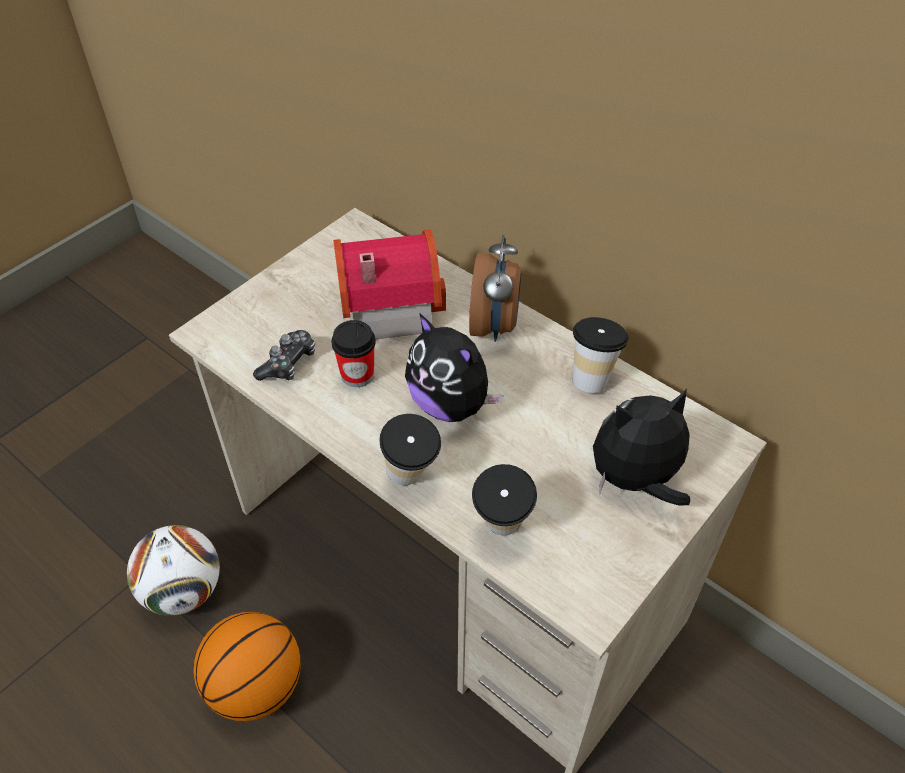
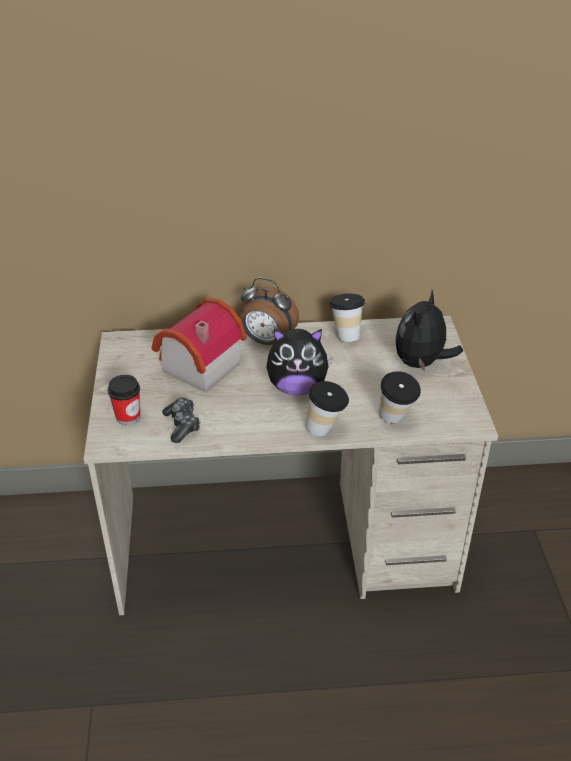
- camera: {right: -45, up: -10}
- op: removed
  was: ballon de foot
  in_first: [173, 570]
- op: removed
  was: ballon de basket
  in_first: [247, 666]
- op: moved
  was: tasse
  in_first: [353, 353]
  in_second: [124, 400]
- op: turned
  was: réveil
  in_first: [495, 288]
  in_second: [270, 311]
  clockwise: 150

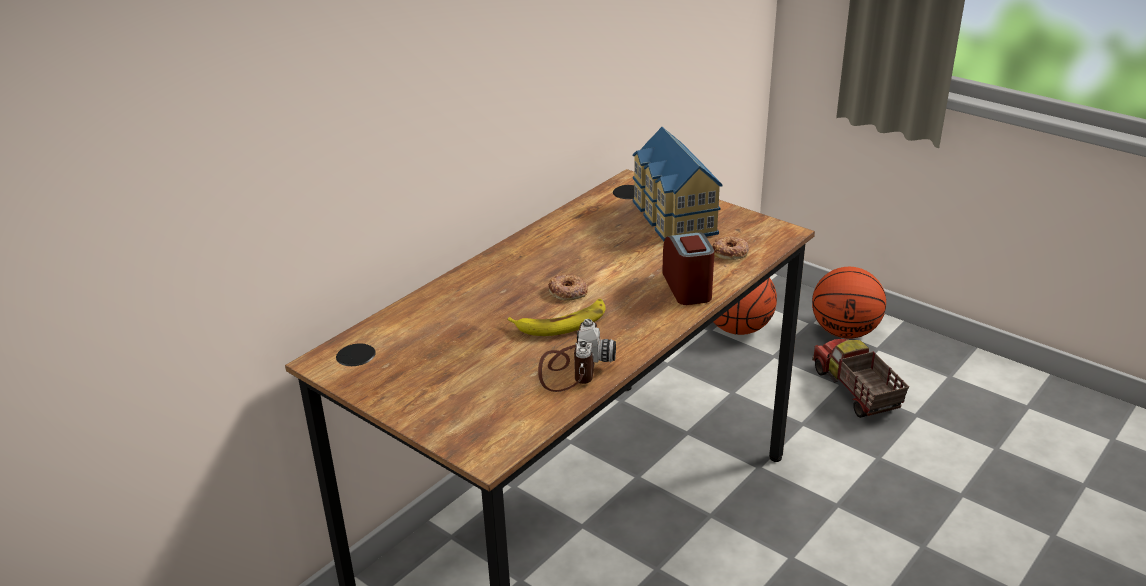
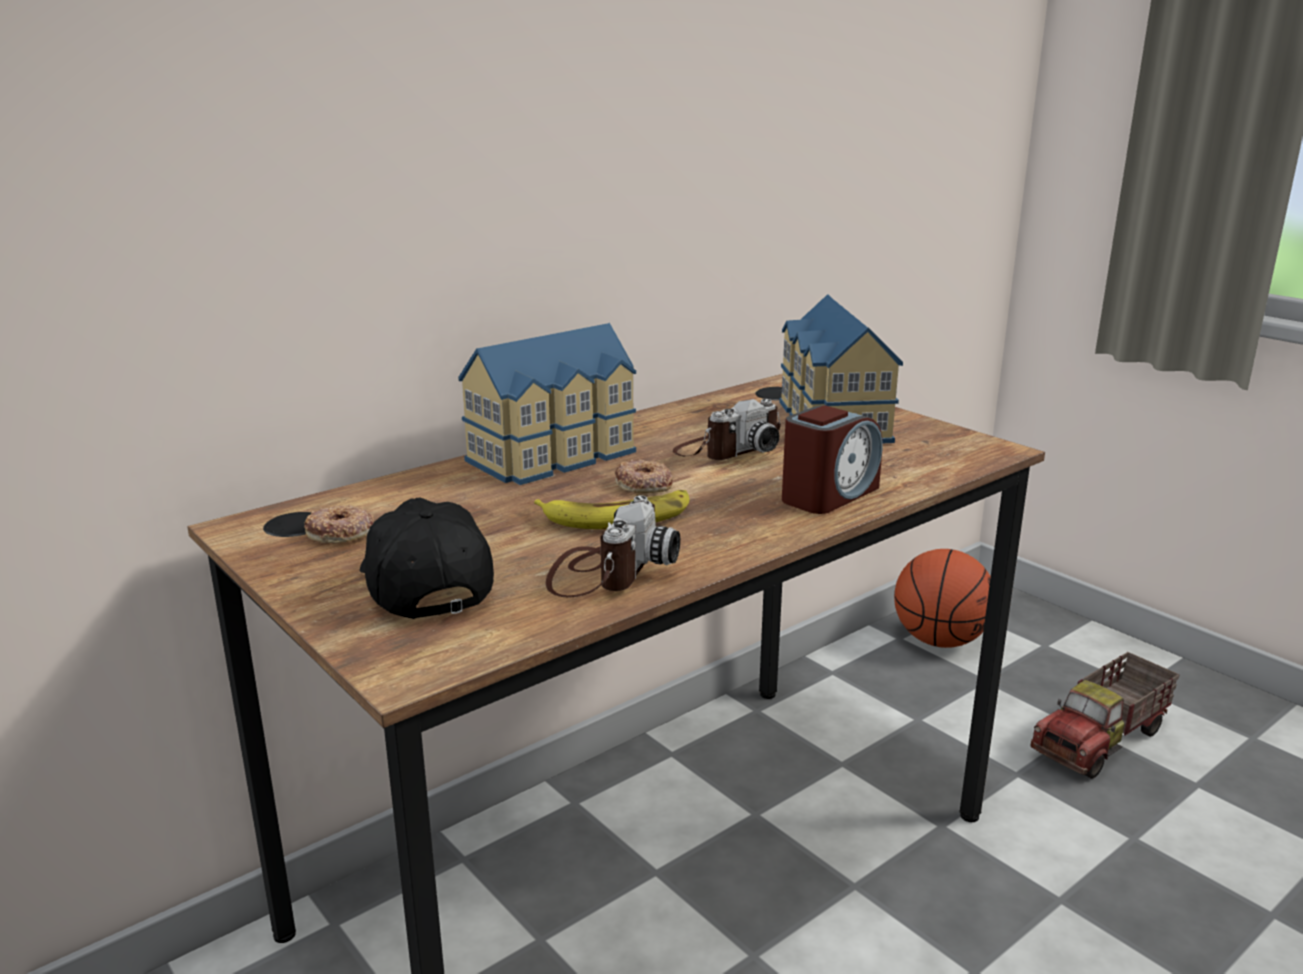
- camera: {right: 10, up: -10}
- op: removed
  was: ballon de basket
  in_first: [849, 303]
- op: added
  now: casquette (noir)
  in_second: [427, 558]
- op: added
  now: maison miniature
  in_second: [547, 404]
- op: added
  now: appareil photo
  in_second: [726, 429]
- op: moved
  was: beignet
  in_first: [730, 248]
  in_second: [339, 524]
- op: turned
  was: réveil
  in_first: [688, 268]
  in_second: [832, 459]
  clockwise: 45
- op: turned
  was: camion jouet
  in_first: [860, 378]
  in_second: [1105, 715]
  clockwise: -120

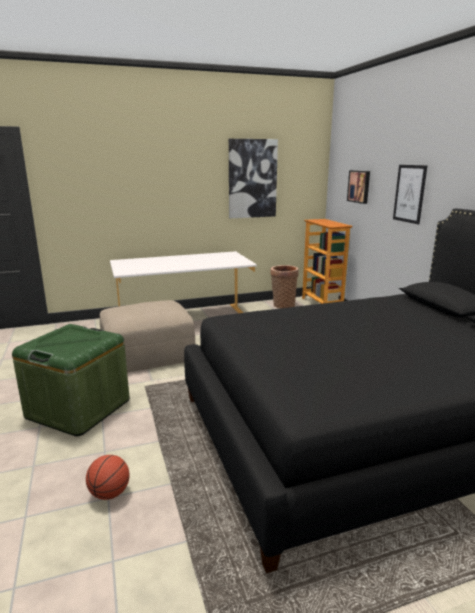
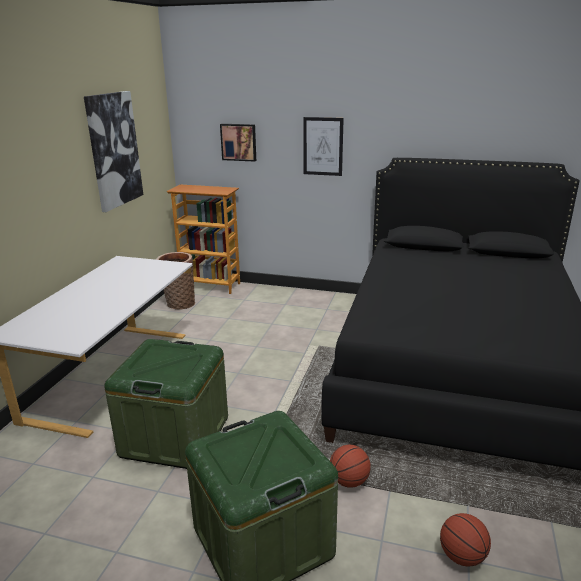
- camera: {right: -55, up: 5}
- op: added
  now: ballon de basket
  in_second: [350, 466]
- op: replaced
  was: pouf (beige)
  now: boîte de rangement (vert)
  in_first: [148, 336]
  in_second: [166, 404]

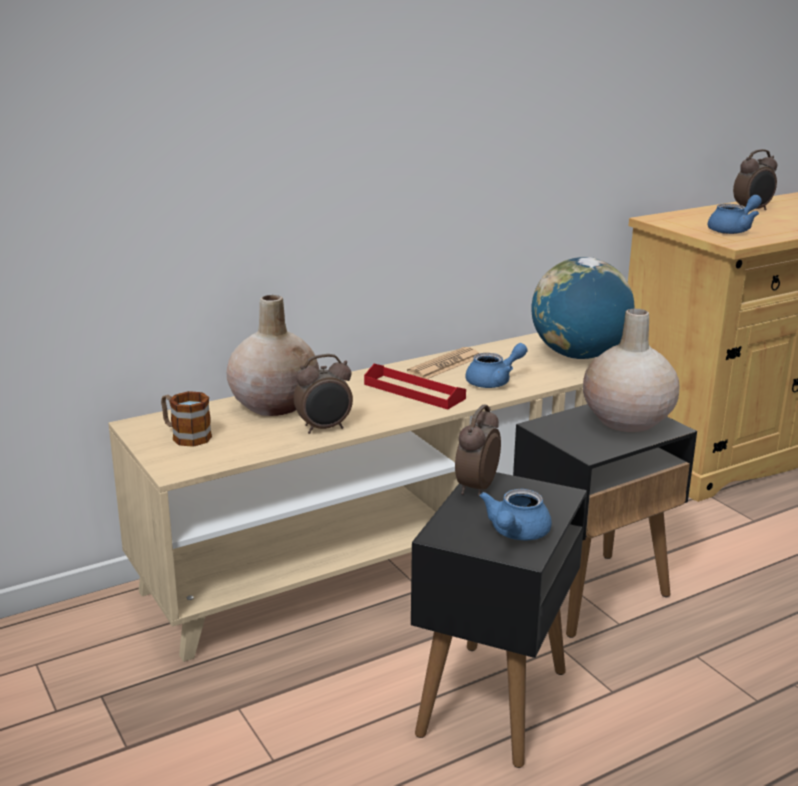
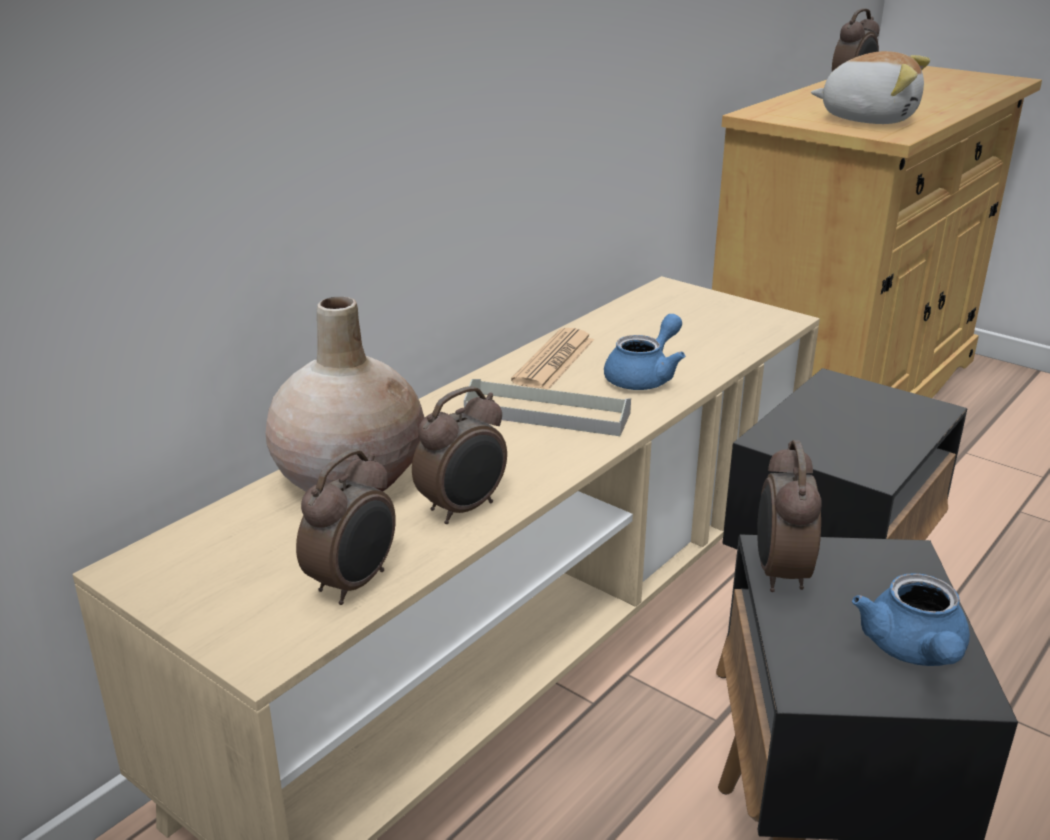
- camera: {right: -20, up: 5}
- op: removed
  was: mug
  in_first: [186, 419]
- op: removed
  was: globe
  in_first: [583, 308]
- op: removed
  was: vase (beige)
  in_first: [631, 370]
- op: added
  now: réveil
  in_second: [346, 527]
- op: replaced
  was: théière (bleu)
  now: peluche
  in_first: [735, 214]
  in_second: [870, 87]
- op: recoloured
  was: plateau (rouge)
  now: plateau (gris)
  in_first: [415, 387]
  in_second: [547, 407]

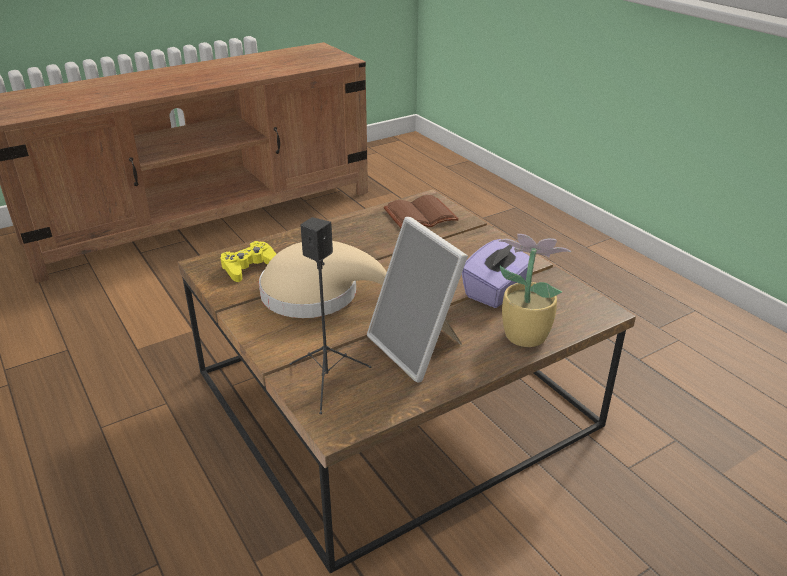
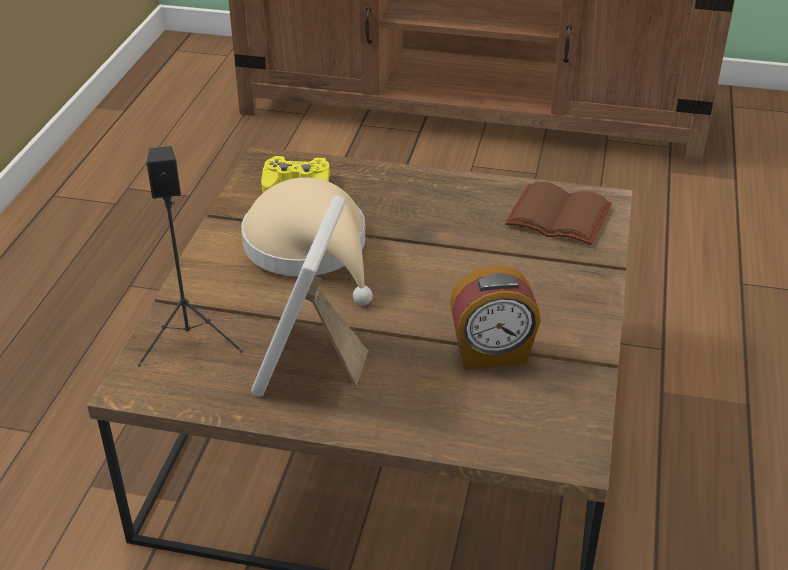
- camera: {right: 45, up: 5}
- op: removed
  was: plante en pot
  in_first: [534, 290]
- op: replaced
  was: boîte à mouchoirs (violet)
  now: réveil
  in_first: [498, 273]
  in_second: [495, 317]

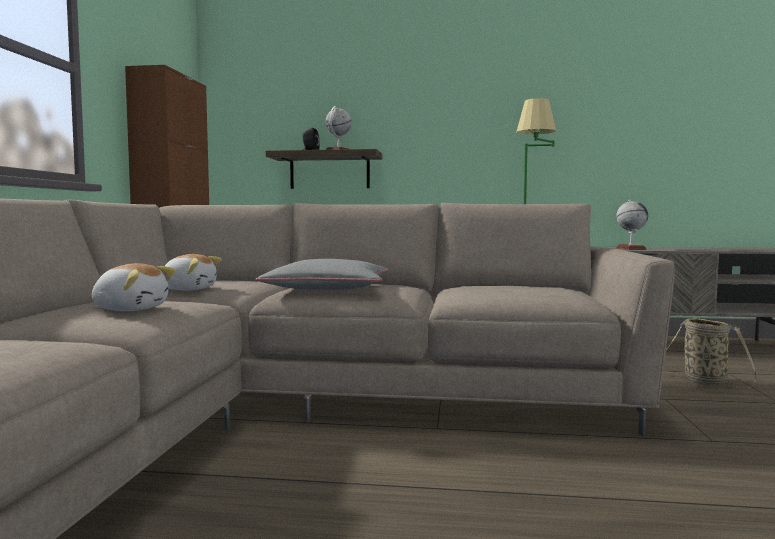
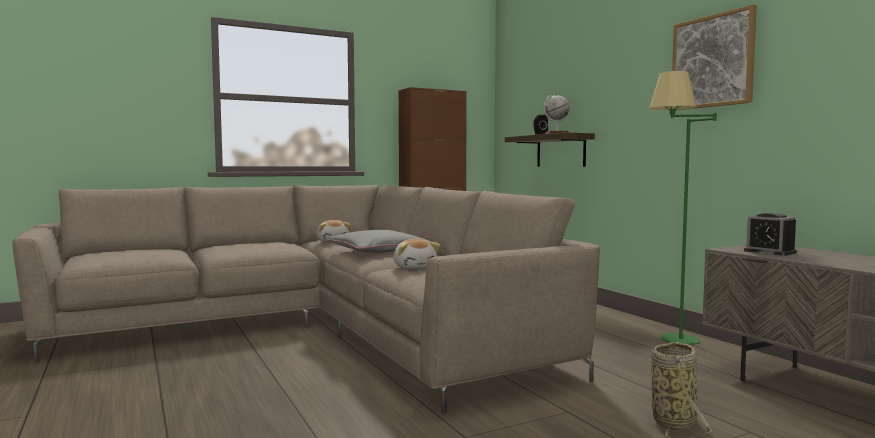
- camera: {right: 55, up: 0}
- op: added
  now: tableau
  in_second: [714, 58]
- op: moved
  was: peluche
  in_first: [133, 287]
  in_second: [417, 254]
- op: replaced
  was: globe
  now: réveil
  in_first: [632, 225]
  in_second: [770, 234]

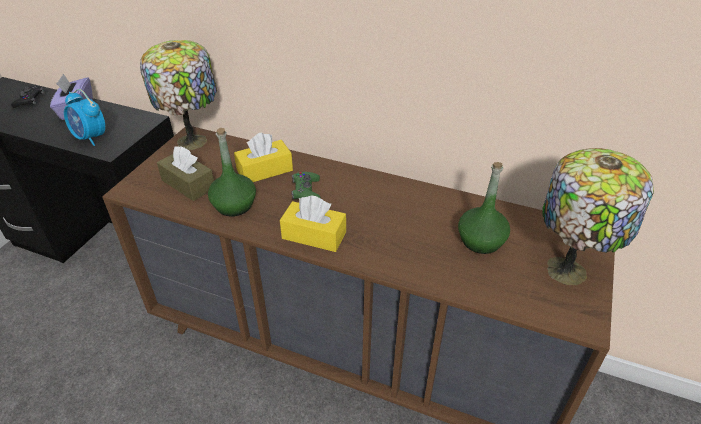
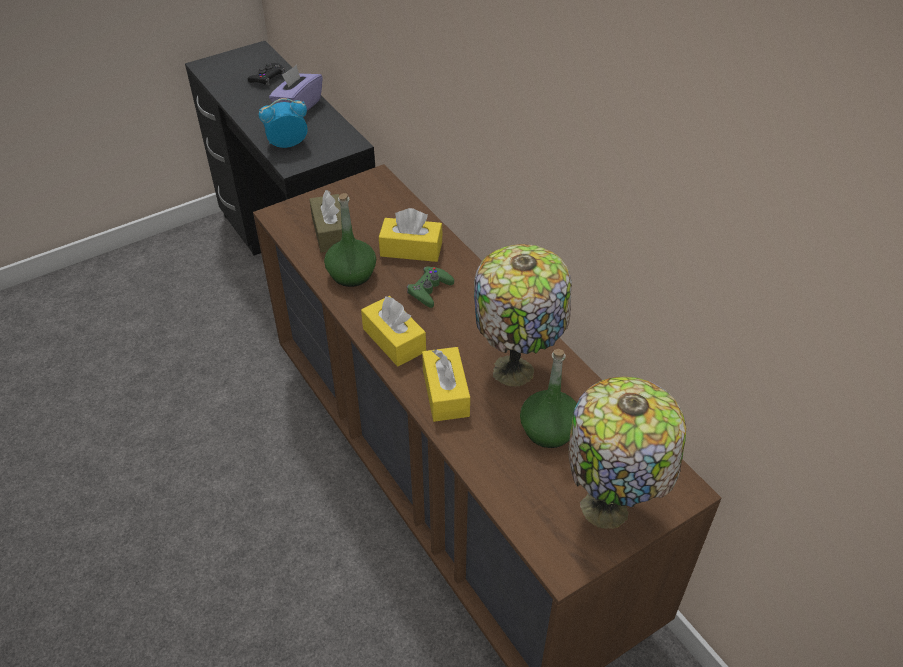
- camera: {right: 35, up: 5}
- op: added
  now: boîte à mouchoirs (jaune)
  in_second: [446, 384]
- op: moved
  was: lampe de table
  in_first: [178, 95]
  in_second: [523, 315]
- op: turned
  was: réveil
  in_first: [84, 117]
  in_second: [283, 123]
  clockwise: 90

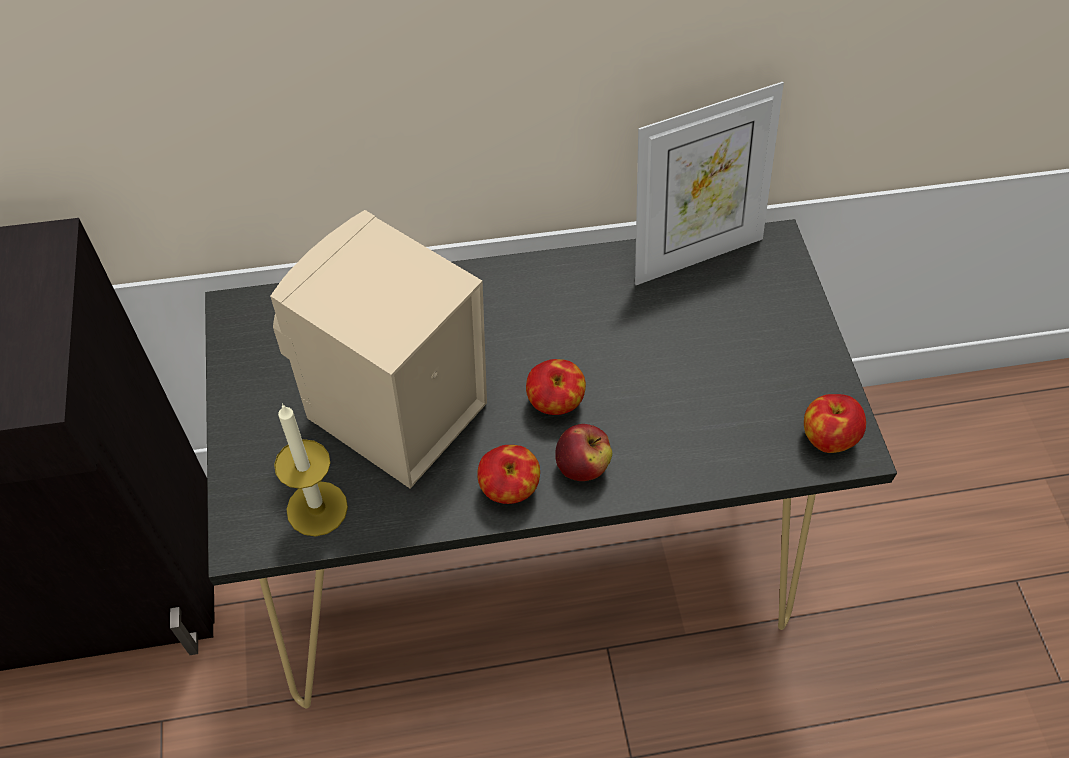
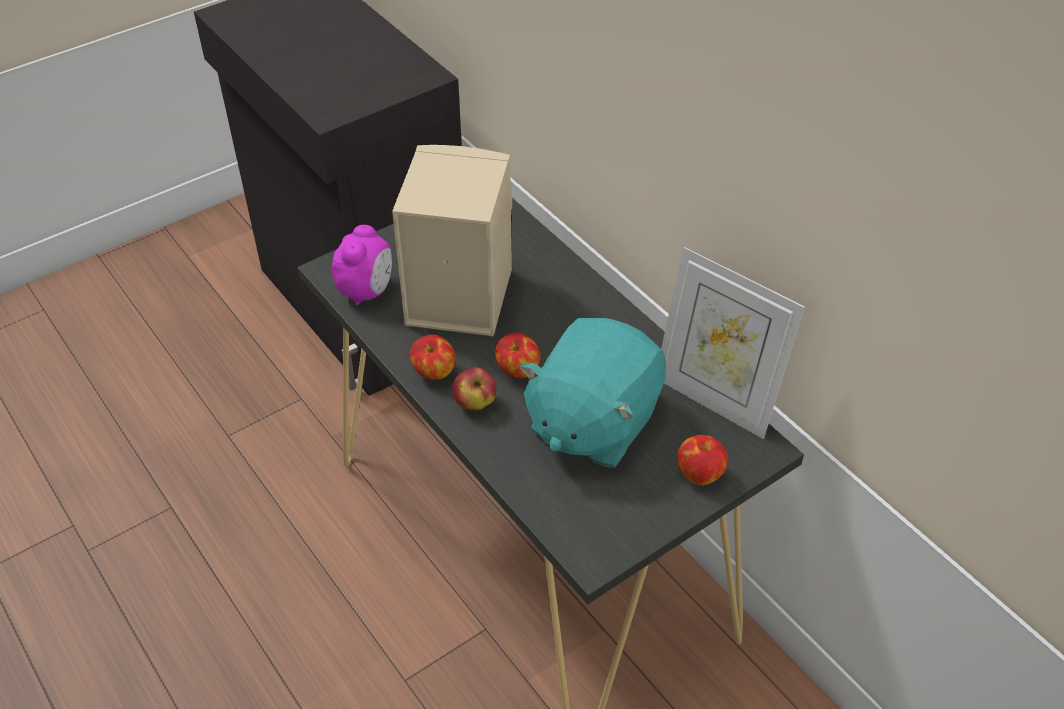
- camera: {right: 65, up: -10}
- op: added
  now: peluche (turquoise)
  in_second: [593, 393]
- op: moved
  was: pomme
  in_first: [835, 423]
  in_second: [702, 460]
- op: replaced
  was: bougie
  now: réveil
  in_first: [311, 470]
  in_second: [362, 265]

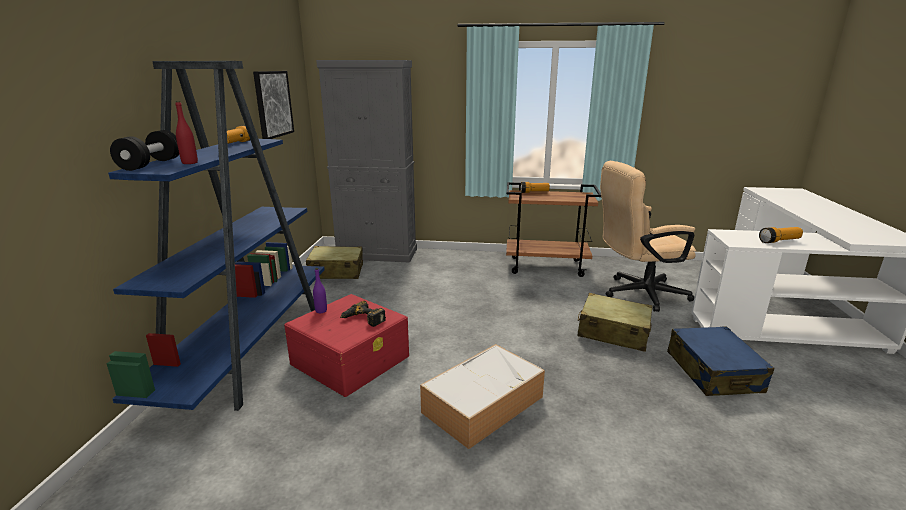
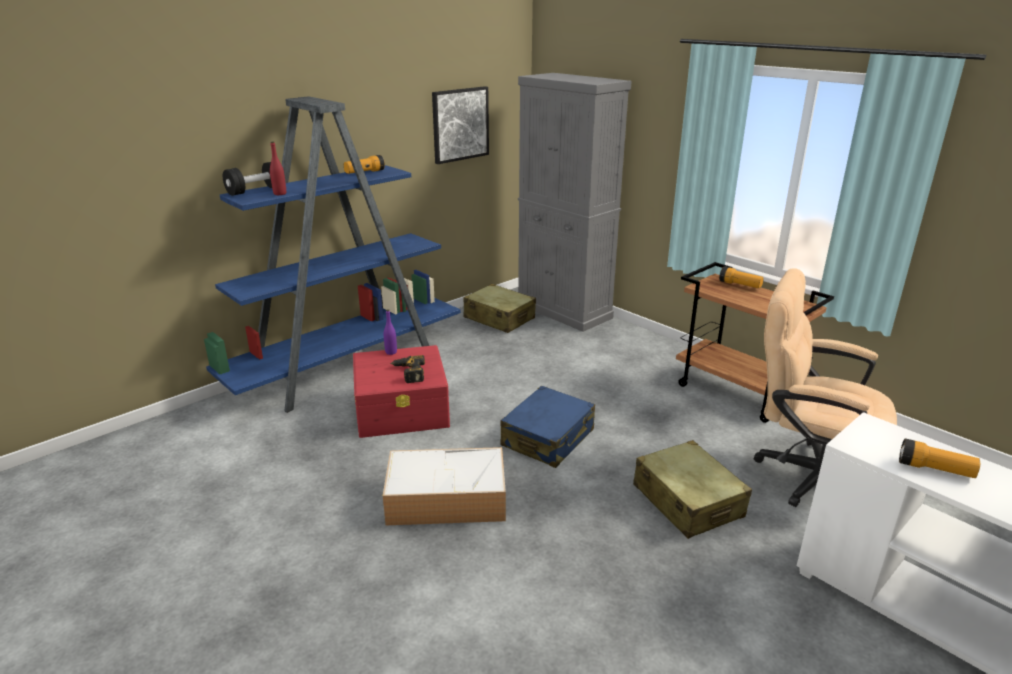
- camera: {right: 40, up: 5}
- op: moved
  was: valise (bleu)
  in_first: [720, 361]
  in_second: [547, 427]

